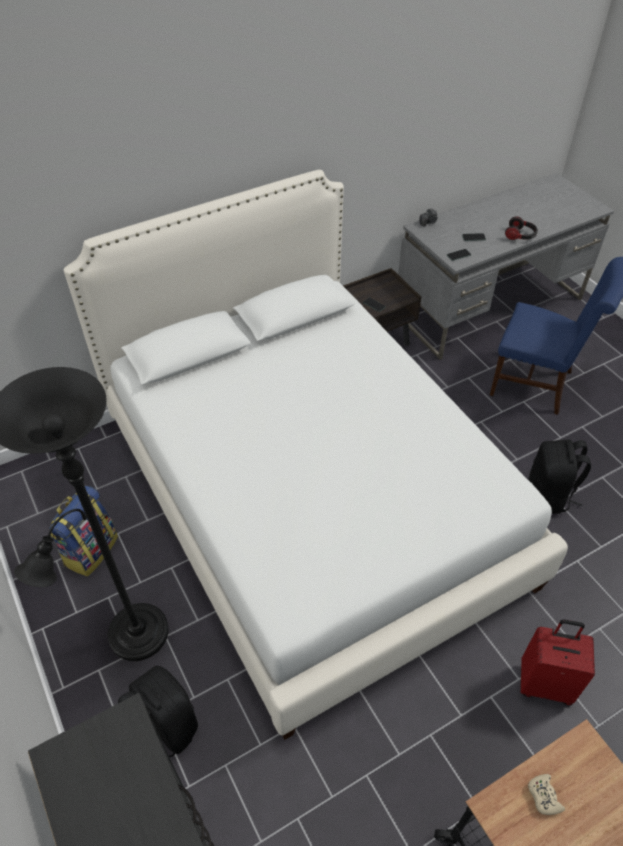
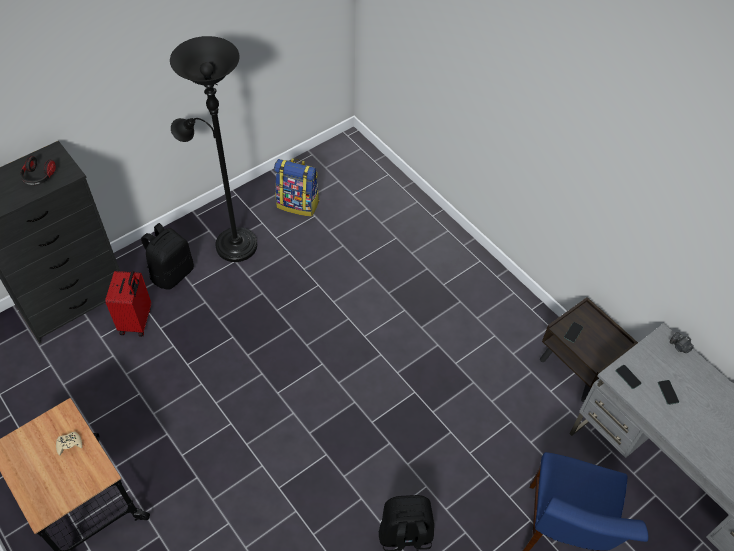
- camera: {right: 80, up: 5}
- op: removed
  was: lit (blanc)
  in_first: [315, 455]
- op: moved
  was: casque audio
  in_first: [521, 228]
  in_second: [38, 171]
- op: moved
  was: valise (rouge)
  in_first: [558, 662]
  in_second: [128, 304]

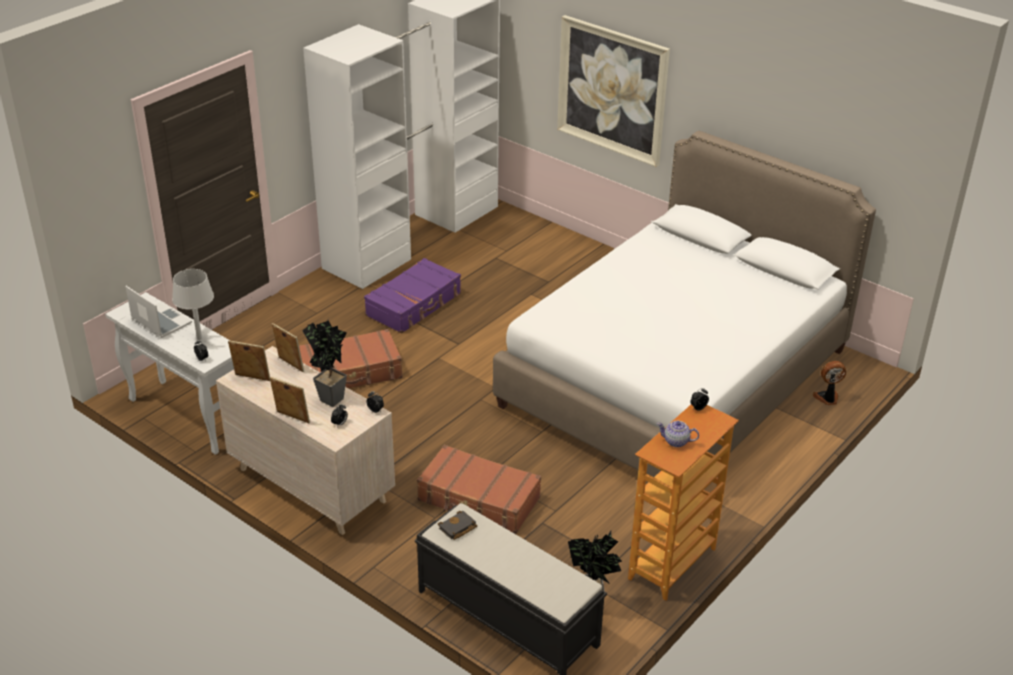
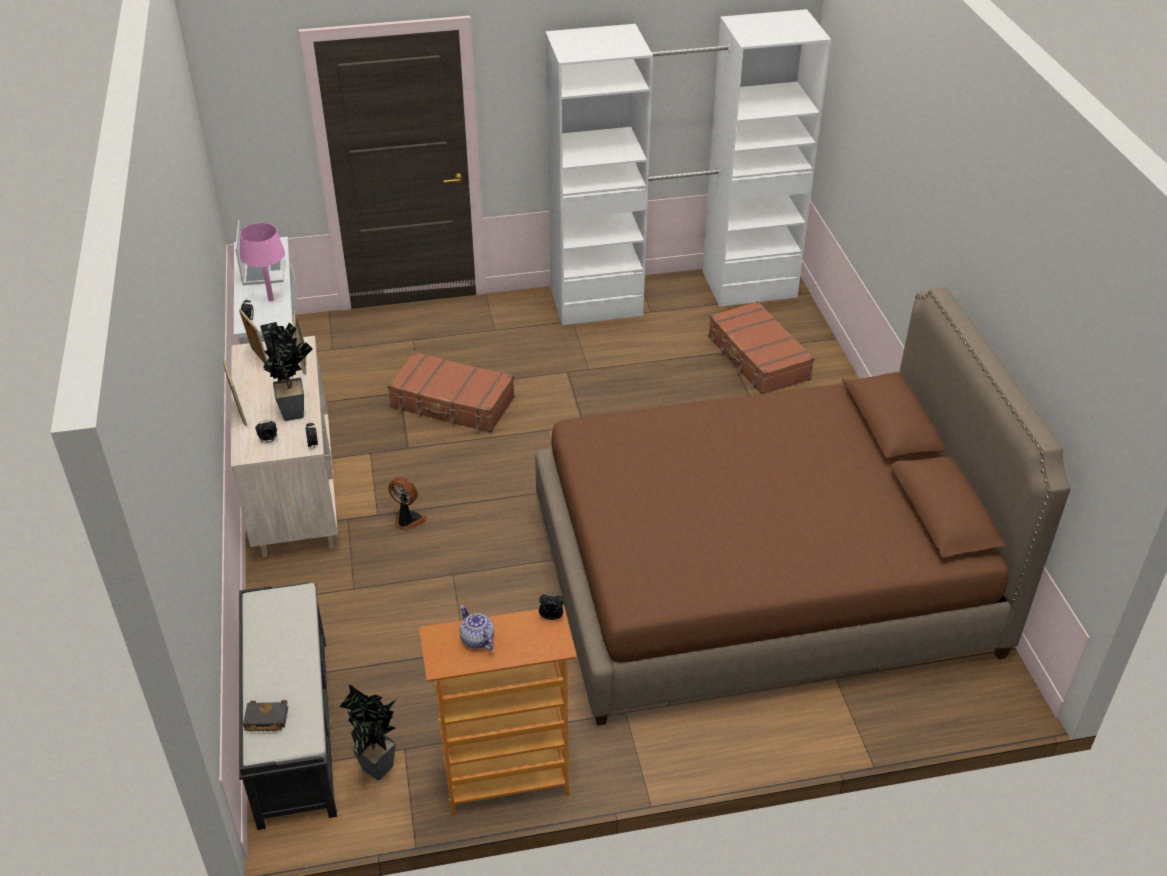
- camera: {right: 40, up: 5}
- op: removed
  was: valise (violet)
  in_first: [412, 295]
- op: removed
  was: tableau
  in_first: [613, 91]
- op: moved
  was: valise (marron)
  in_first: [479, 489]
  in_second: [761, 347]
- op: moved
  was: livre (noir)
  in_first: [457, 525]
  in_second: [266, 715]
- op: moved
  was: ventilateur
  in_first: [829, 383]
  in_second: [407, 504]
- op: recoloured
  was: lampe de table (gris)
  now: lampe de table (rose)
  in_first: [193, 304]
  in_second: [262, 262]
- op: recoloured
  was: lit (blanc)
  now: lit (marron)
  in_first: [684, 304]
  in_second: [803, 506]

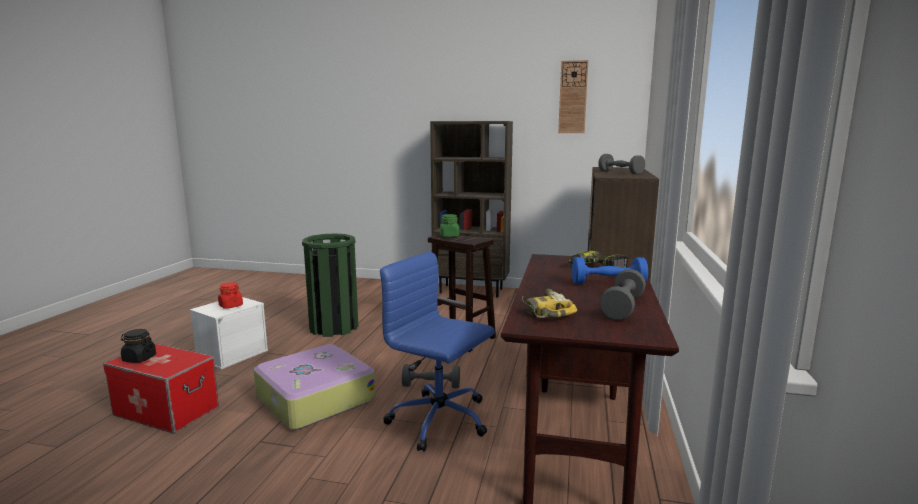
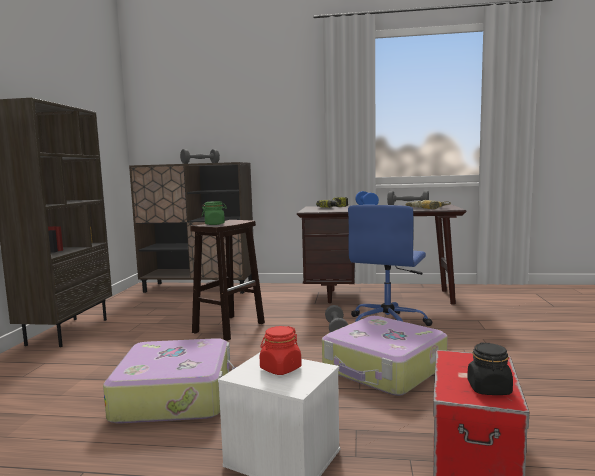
- camera: {right: -95, up: -5}
- op: removed
  was: horloge murale
  in_first: [573, 96]
- op: replaced
  was: poubelle (vert)
  now: valise
  in_first: [330, 285]
  in_second: [169, 381]

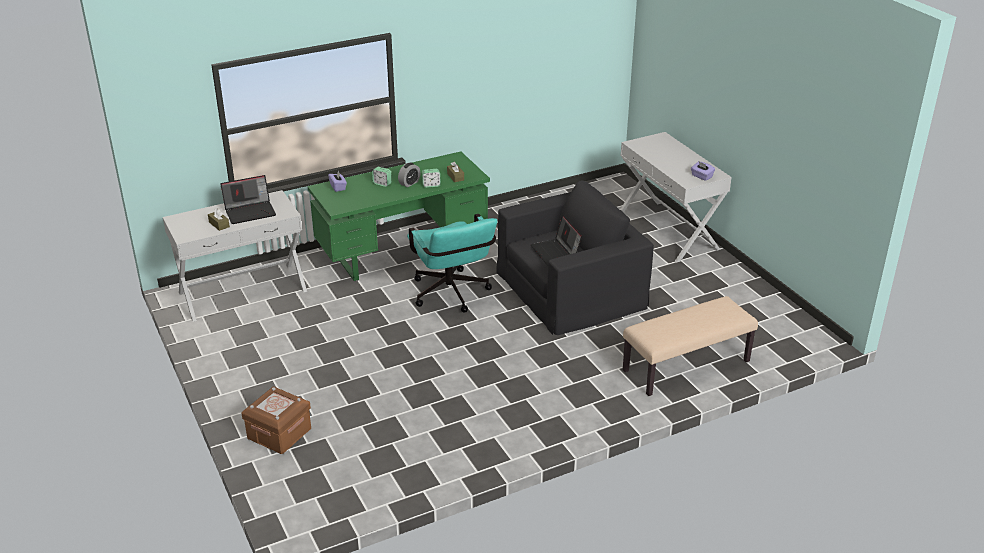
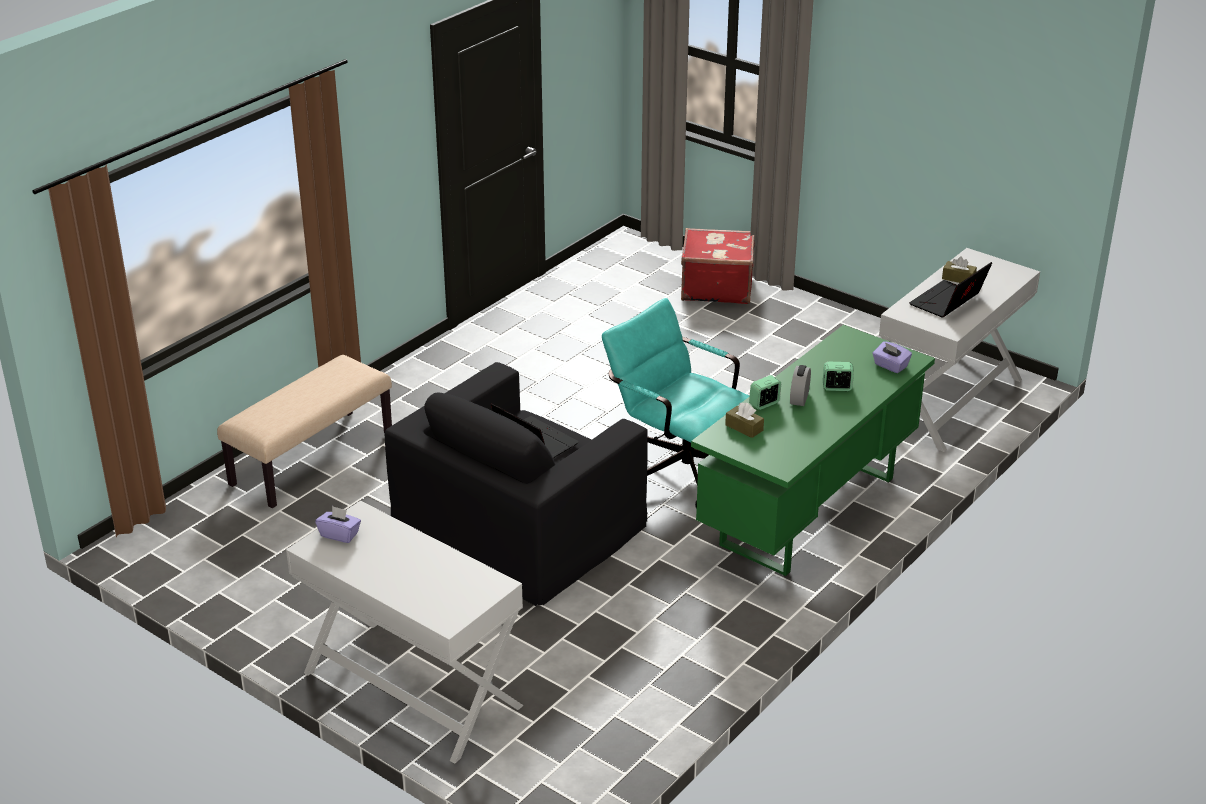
- camera: {right: 155, up: 0}
- op: replaced
  was: boîte de rangement (marron)
  now: valise (rouge)
  in_first: [276, 420]
  in_second: [718, 266]

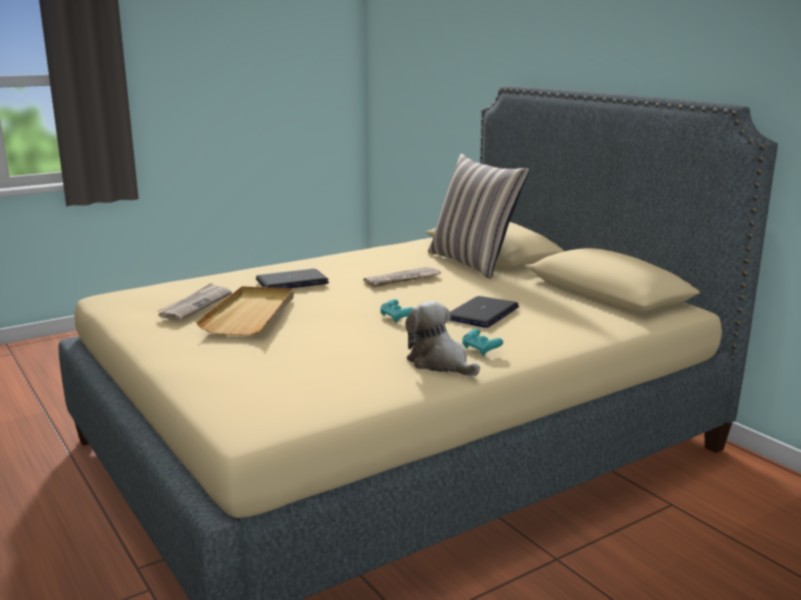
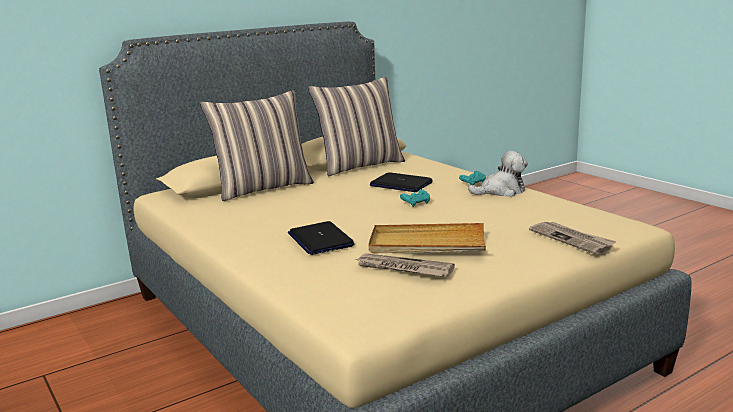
- camera: {right: -90, up: 0}
- op: added
  now: coussin
  in_second: [356, 126]
- op: moved
  was: journal
  in_first: [402, 277]
  in_second: [573, 238]
- op: turned
  was: peluche
  in_first: [442, 338]
  in_second: [498, 174]
  clockwise: -150

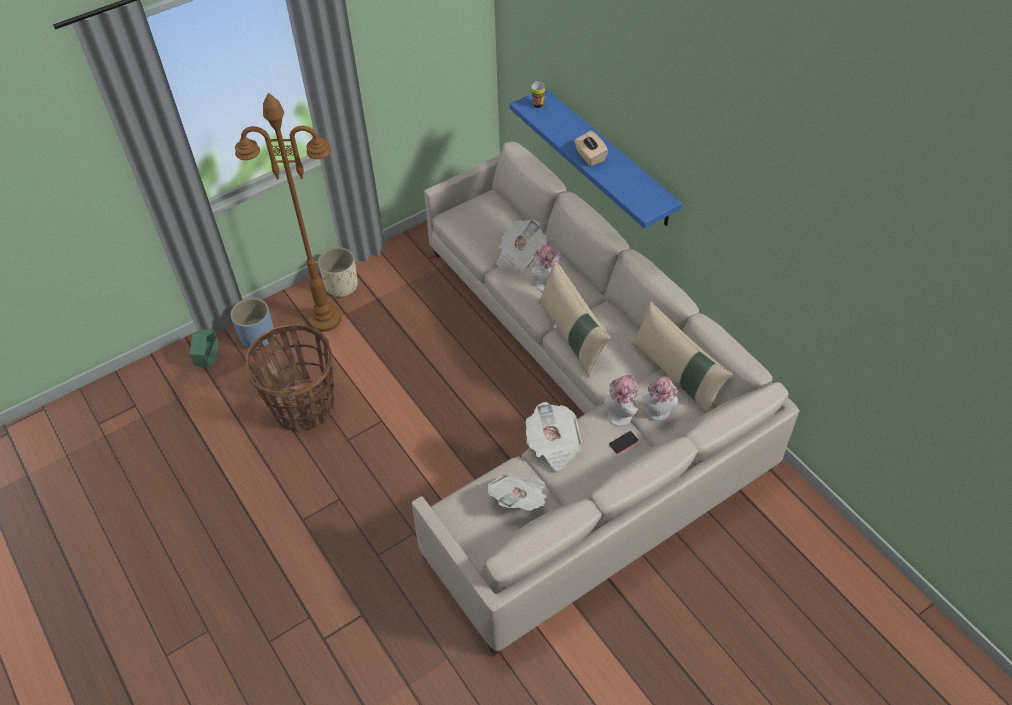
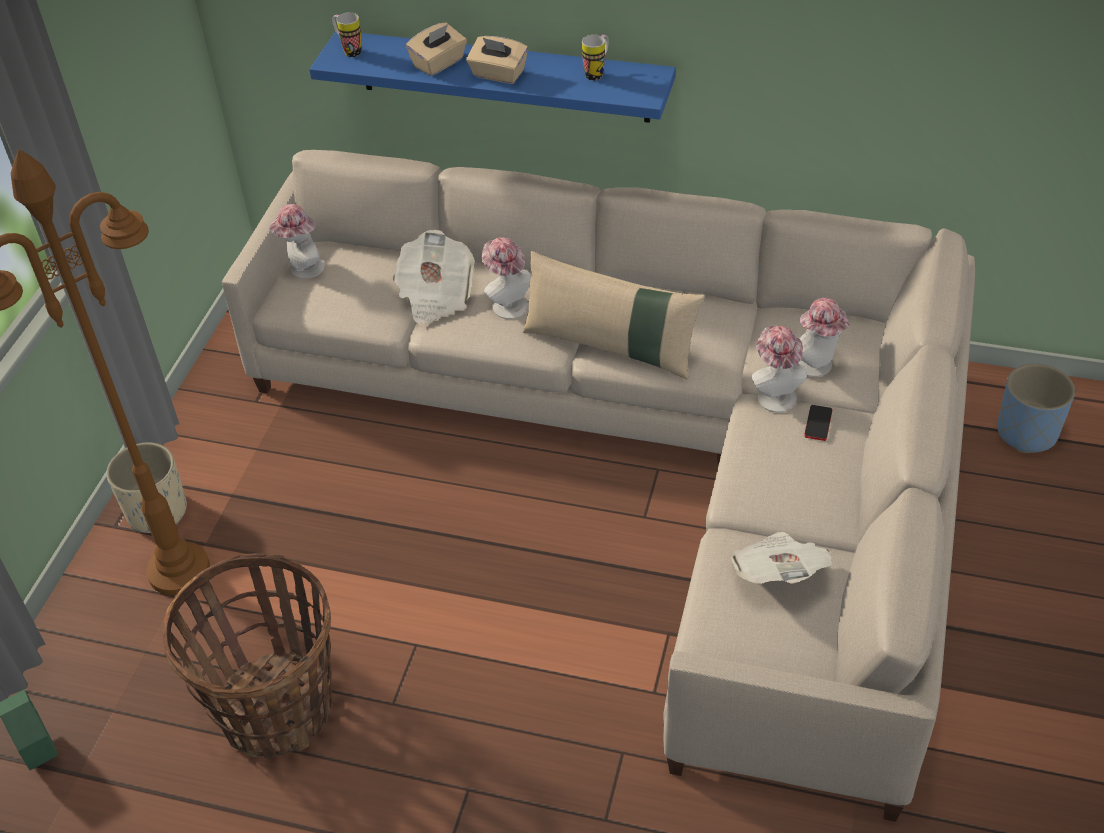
- camera: {right: -40, up: -5}
- op: removed
  was: journal
  in_first: [553, 436]
- op: removed
  was: coussin (beige)
  in_first: [682, 357]
- op: added
  now: chapeau
  in_second: [296, 241]
- op: added
  now: boîte à mouchoirs (beige)
  in_second: [436, 49]
- op: added
  now: mug
  in_second: [595, 58]
- op: moved
  was: cache-pot (bleu)
  in_first: [252, 323]
  in_second: [1036, 408]

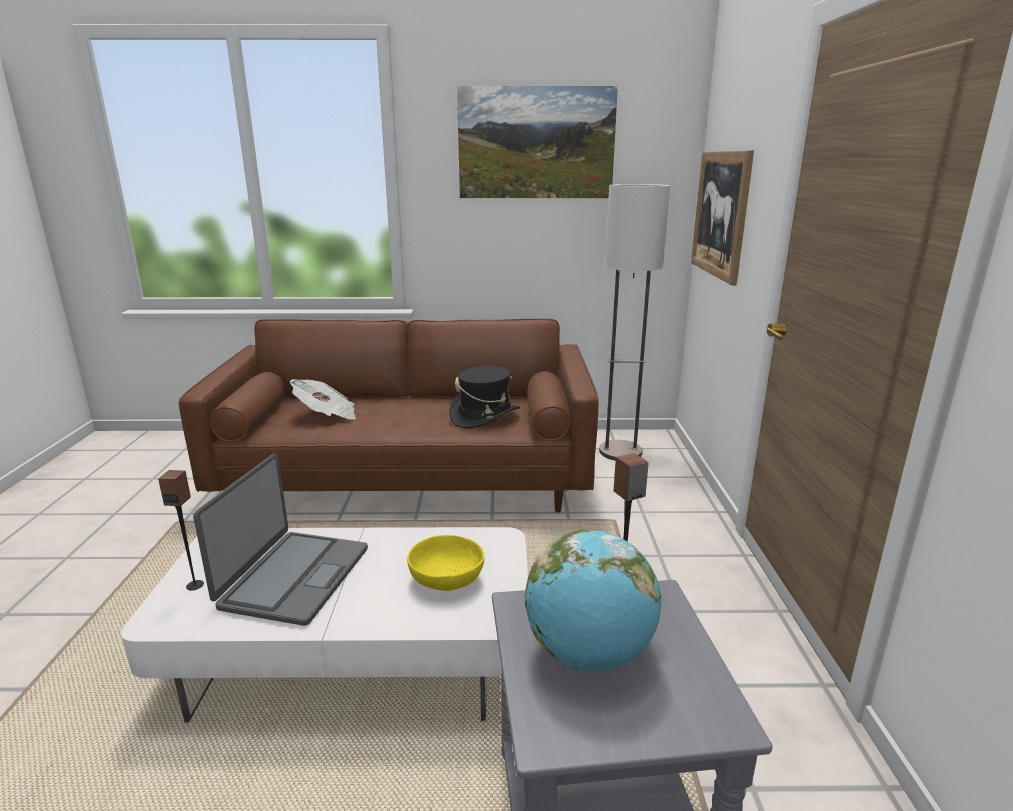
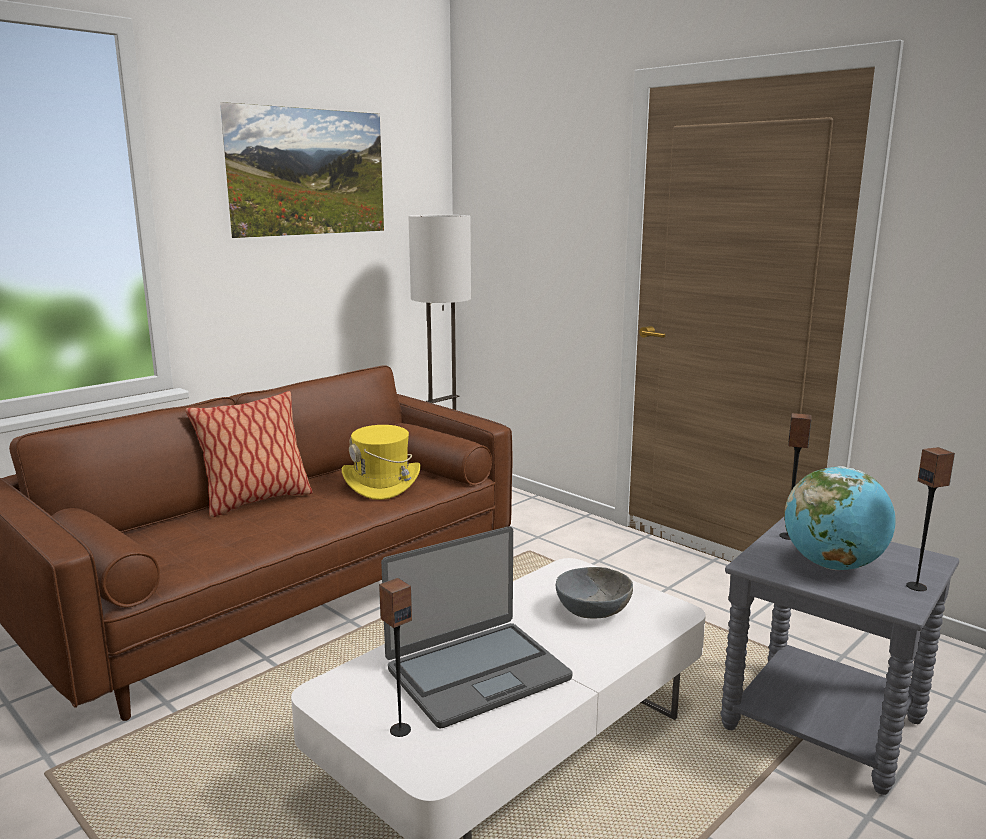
- camera: {right: -45, up: -5}
- op: removed
  was: journal
  in_first: [323, 399]
- op: removed
  was: tableau
  in_first: [722, 218]
- op: added
  now: coussin
  in_second: [249, 454]
- op: added
  now: enceinte
  in_second: [930, 519]
- op: recoloured
  was: bol (jaune)
  now: bol (gris)
  in_first: [445, 563]
  in_second: [594, 592]
- op: recoloured
  was: chapeau (noir)
  now: chapeau (jaune)
  in_first: [484, 397]
  in_second: [381, 462]
- op: turned
  was: ordinateur portable
  in_first: [280, 539]
  in_second: [476, 628]
  clockwise: 90

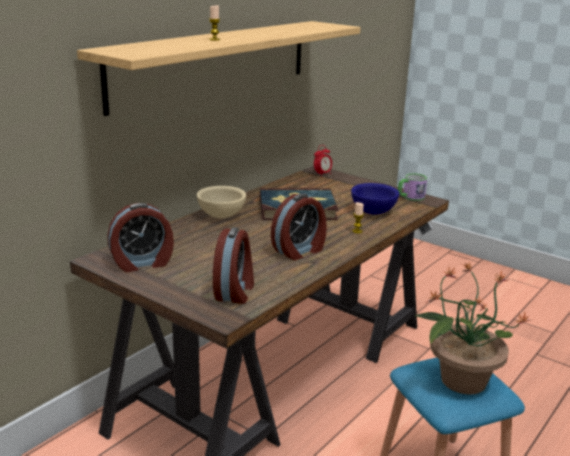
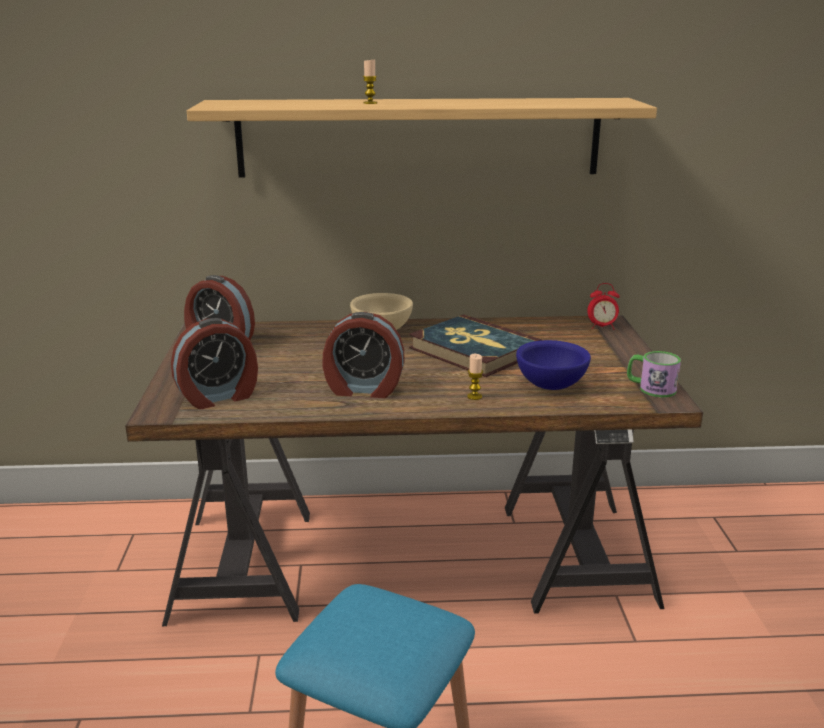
- camera: {right: 50, up: 0}
- op: removed
  was: plante en pot
  in_first: [473, 328]

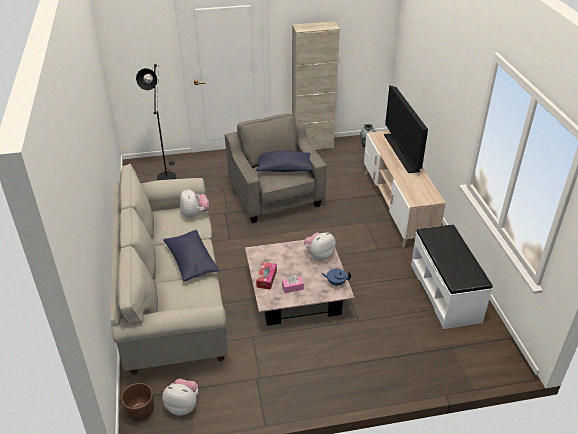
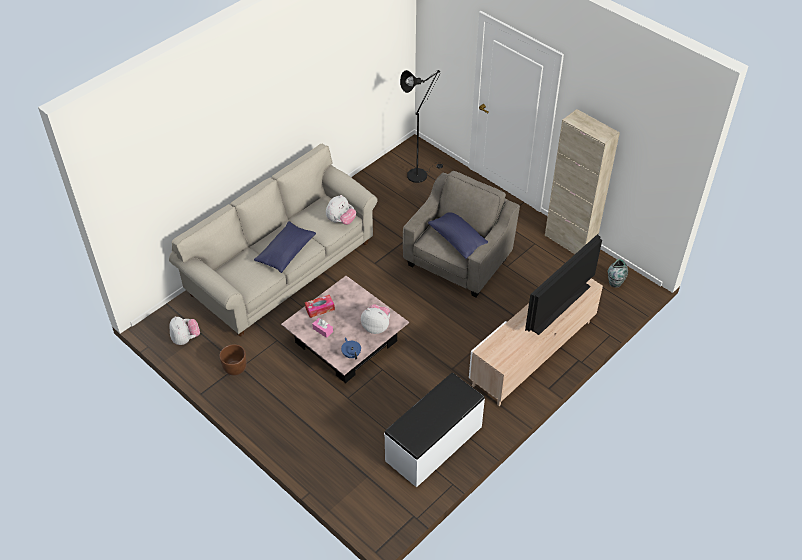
- camera: {right: 55, up: 10}
- op: moved
  was: cache-pot (marron)
  in_first: [137, 402]
  in_second: [233, 360]

